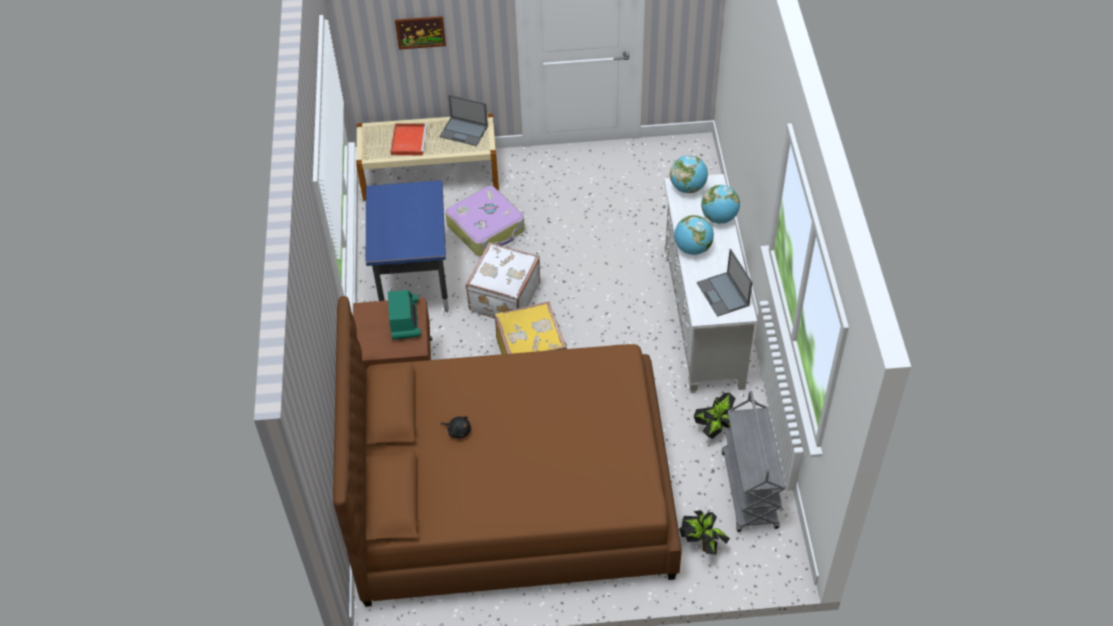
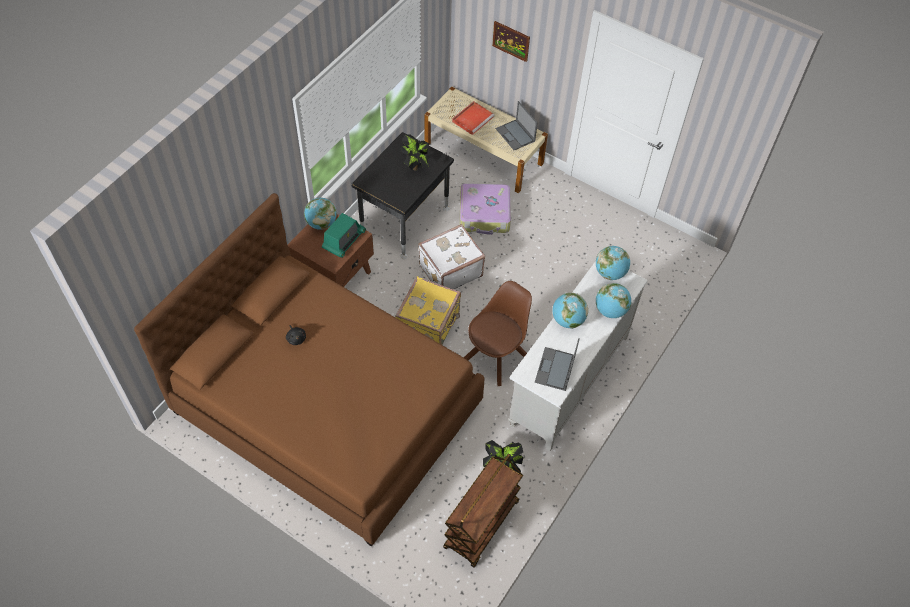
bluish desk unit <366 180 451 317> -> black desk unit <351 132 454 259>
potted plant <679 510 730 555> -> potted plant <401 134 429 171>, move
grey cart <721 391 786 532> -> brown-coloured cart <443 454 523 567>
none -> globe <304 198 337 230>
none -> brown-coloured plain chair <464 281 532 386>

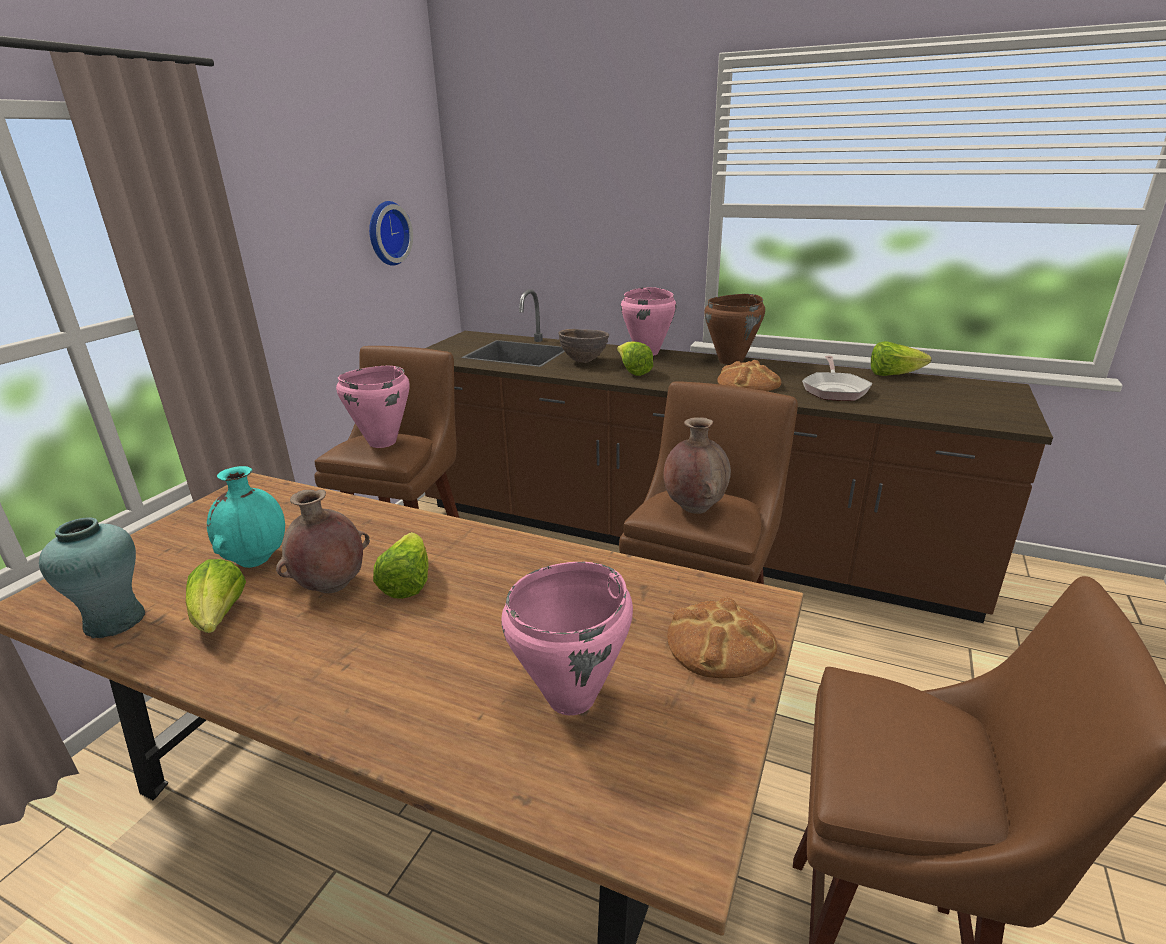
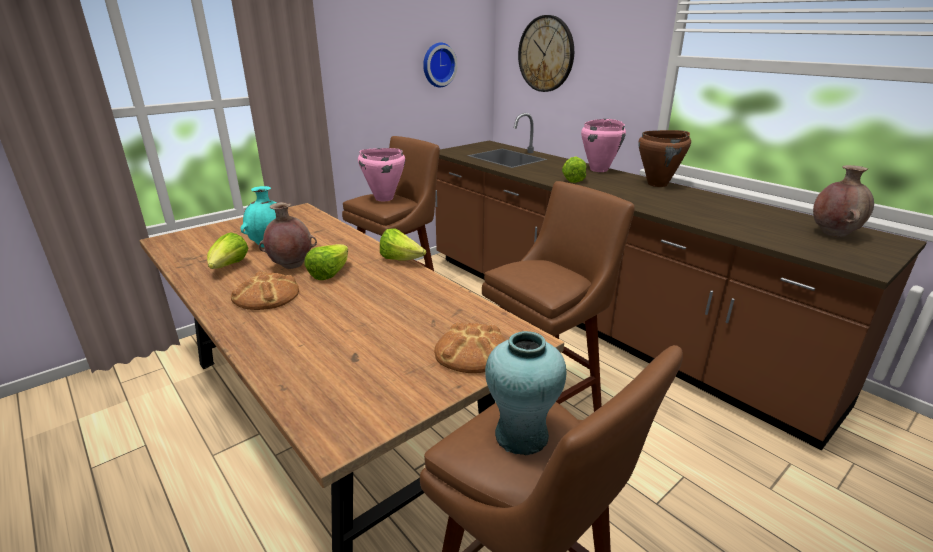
turquoise flower vase <39 517 145 638> -> turquoise flower vase <485 331 567 456>, move
pink saucepot <501 562 633 715> -> none
brown-coloured deep dish <559 329 609 363> -> none
brown-coloured flower vase <664 417 731 514> -> brown-coloured flower vase <813 165 874 238>, move
bread <717 360 781 391> -> bread <231 271 299 310>, move
frying pan <802 356 873 401> -> none
head of lettuce <871 341 932 376> -> head of lettuce <380 228 426 261>, move
none -> clock on the wall <518 15 574 92>

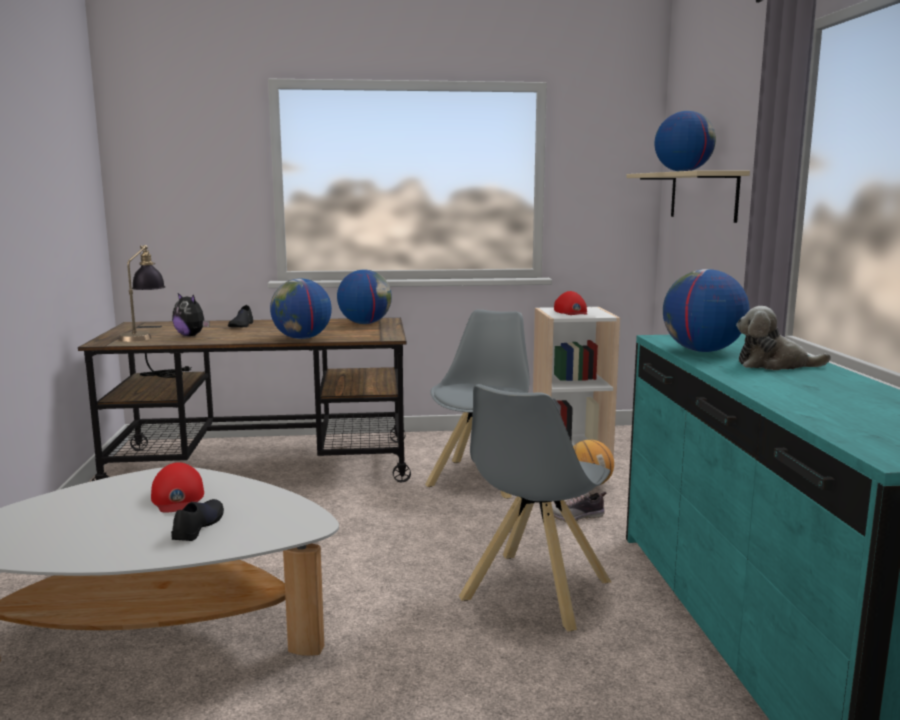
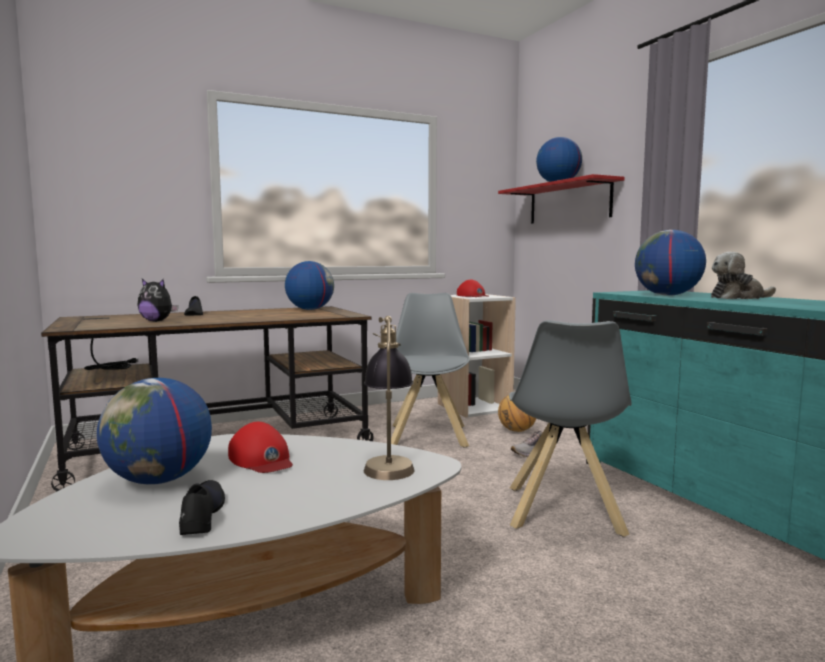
lamp for a table <118 245 165 342> -> lamp for a table <364 316 414 480>, move
black shoe <171 499 224 541> -> black shoe <179 480 225 535>, move
globe <270 279 332 339> -> globe <97 378 212 485>, move
sand-coloured bracket shelf <626 170 750 223> -> red bracket shelf <498 174 625 224>

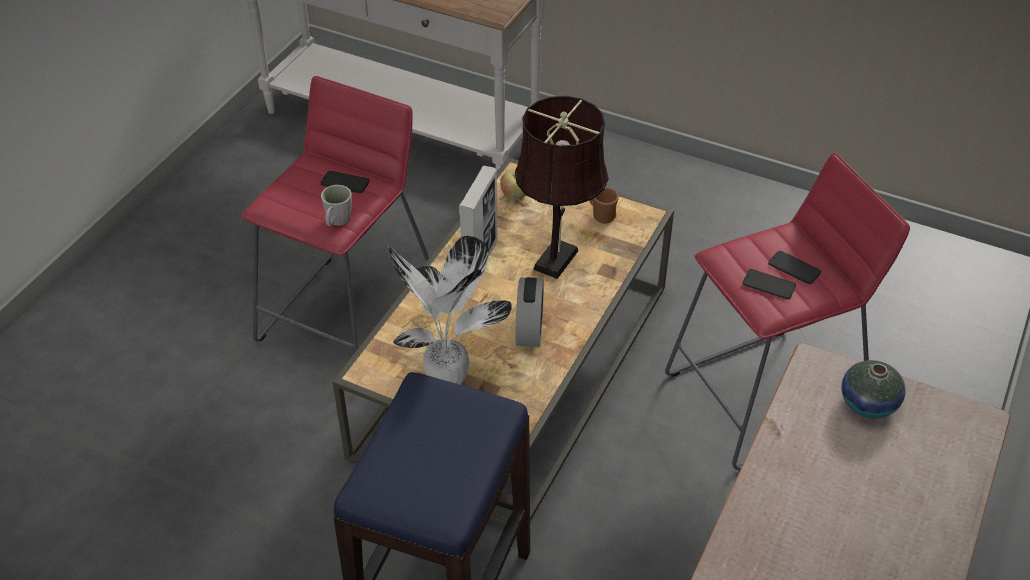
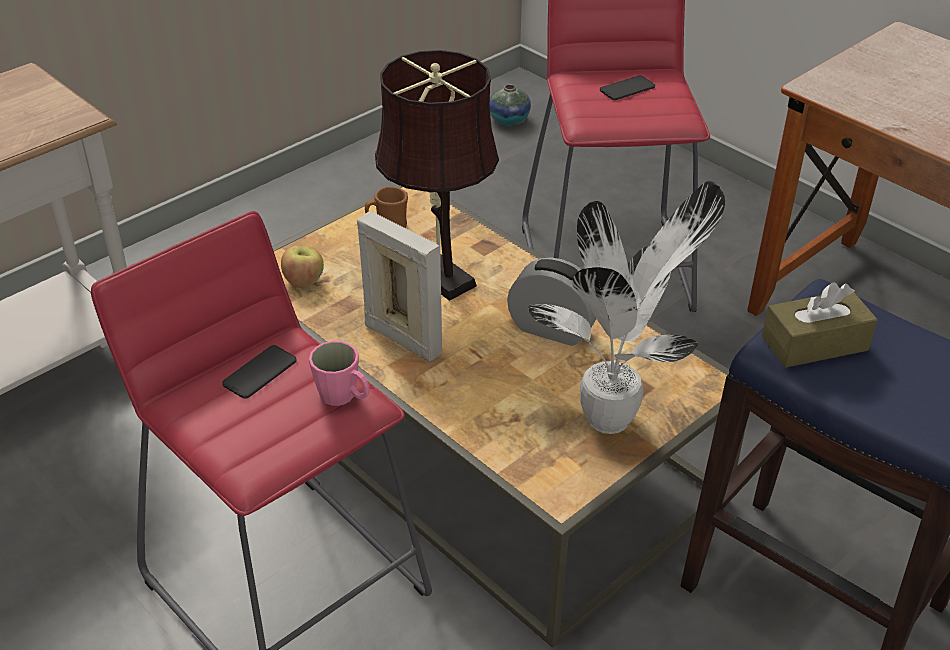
grey coffee mug <321 185 352 226> -> pink coffee mug <309 341 370 406>
telephone <742 269 796 299> -> none
flower vase <841 360 906 419> -> flower vase <489 84 531 125>, move
none -> brown-coloured box of tissues <762 282 878 368>

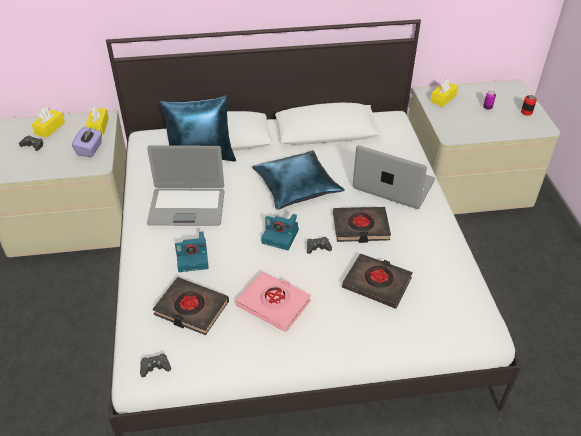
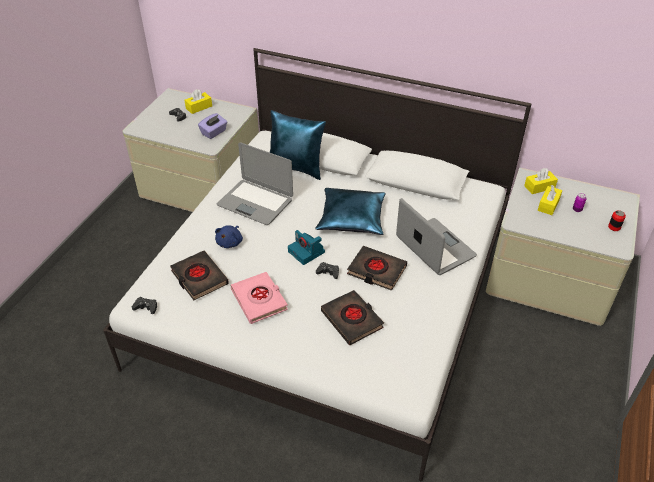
yellow-coloured box of tissues <86 106 109 135> -> yellow-coloured box of tissues <538 185 563 215>, move
still camera <175 231 209 272> -> bluish plush toy <215 225 243 248>

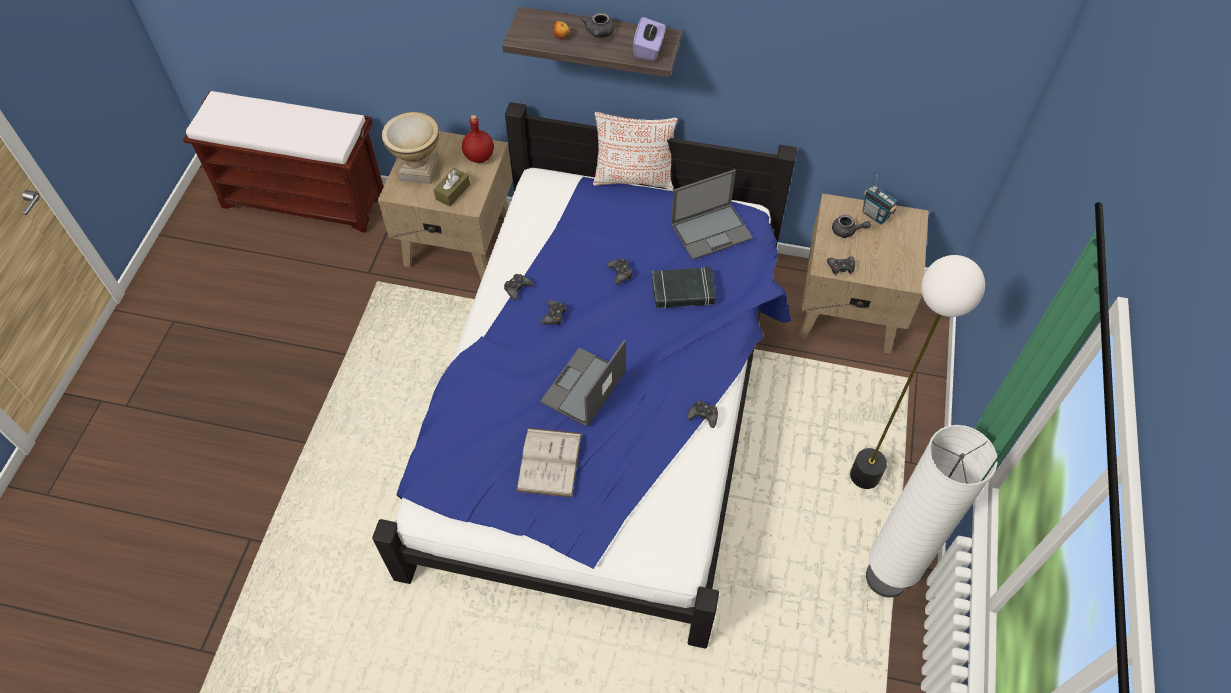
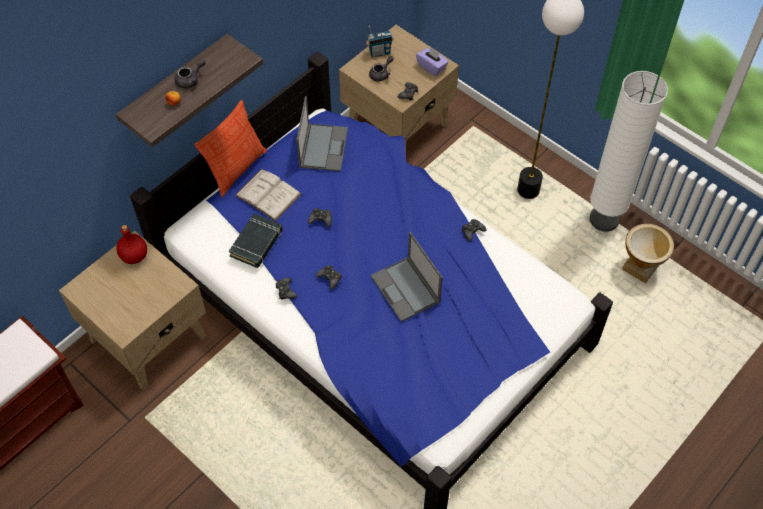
flower vase <382 112 439 184> -> flower vase <622 223 674 283>, move
brown-coloured box of tissues <434 168 470 206> -> none
white-coloured book <516 428 582 497> -> white-coloured book <235 169 301 221>, move
grey tea pot <581 12 614 38> -> grey tea pot <175 59 206 89>, 75 degrees counterclockwise
white-coloured throw pillow <593 112 677 190> -> orange throw pillow <195 100 267 197>
purple-coloured box of tissues <633 17 666 61> -> purple-coloured box of tissues <416 47 449 76>, move
black book <652 267 716 308> -> black book <229 213 283 268>, move

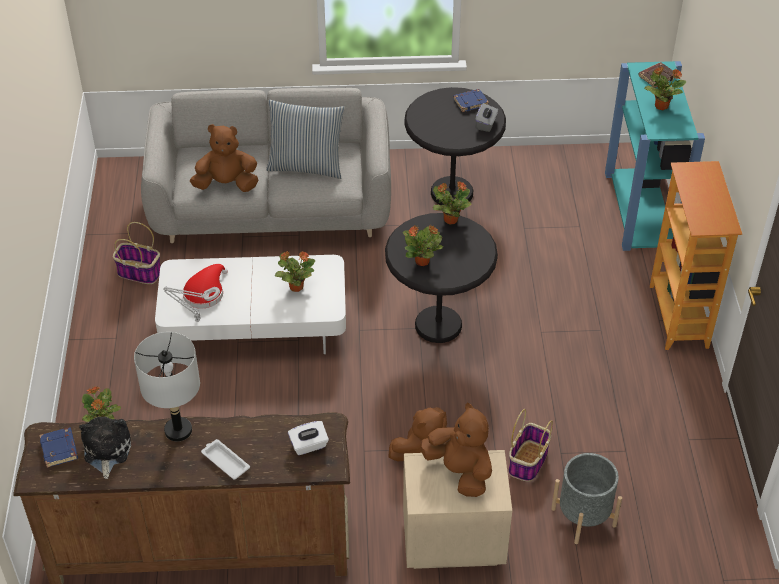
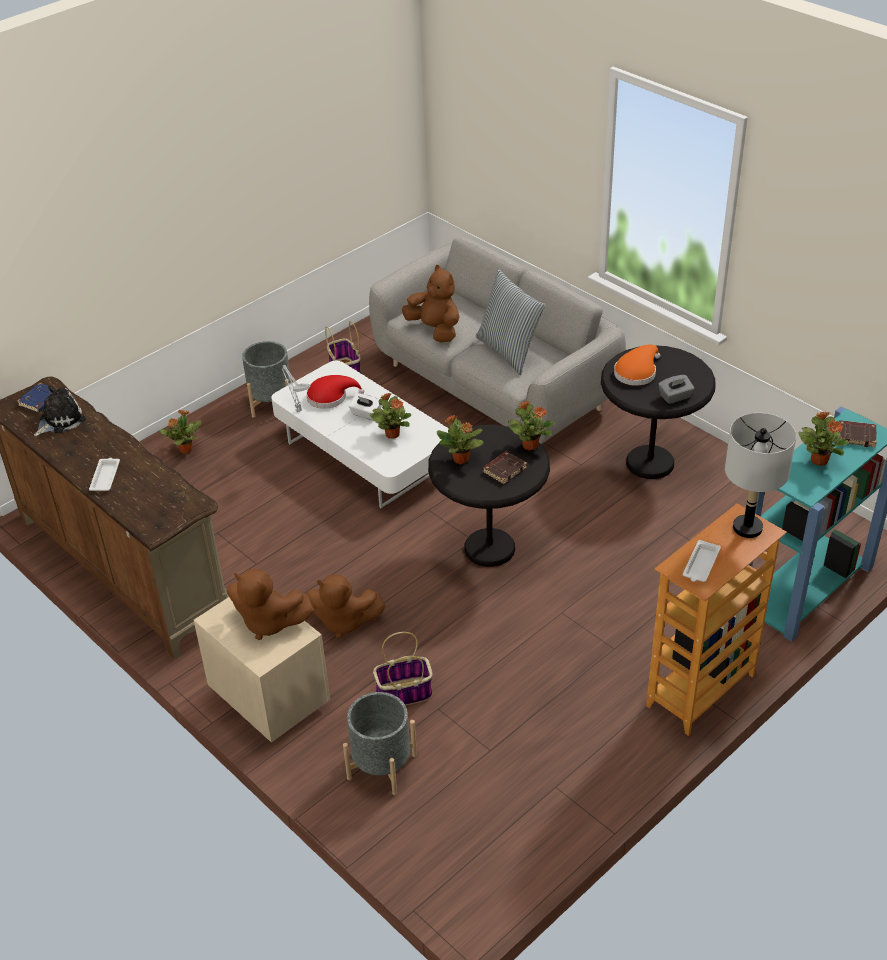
grey lamp for a table <134 332 200 441> -> grey lamp for a table <725 413 796 538>, move
white-coloured box of tissues <288 421 329 455> -> white-coloured box of tissues <349 393 382 420>, move
brown-coloured plush toy <421 403 492 497> -> brown-coloured plush toy <227 569 314 640>, 105 degrees clockwise
bluish book <453 89 489 112> -> none
none -> grey plant pot <242 341 291 417>
none -> brown-coloured book <482 451 527 484>
none -> orange hat <614 344 660 386>
none -> white-coloured serving tray <683 540 721 582>

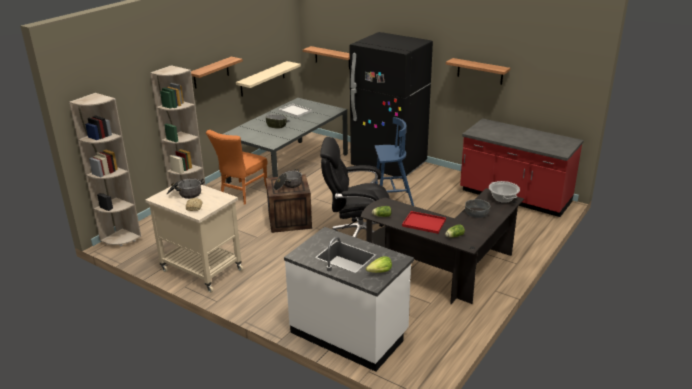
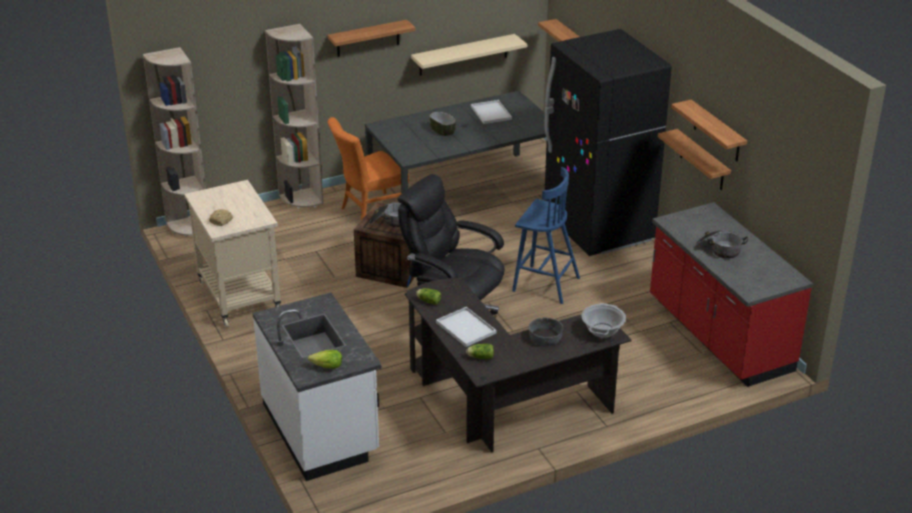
saucepot <167 178 205 199> -> saucepot <697 231 748 259>, move
red serving tray <402 211 446 234> -> white-coloured serving tray <436 307 497 347>
none -> bracket shelf <658 129 731 190>

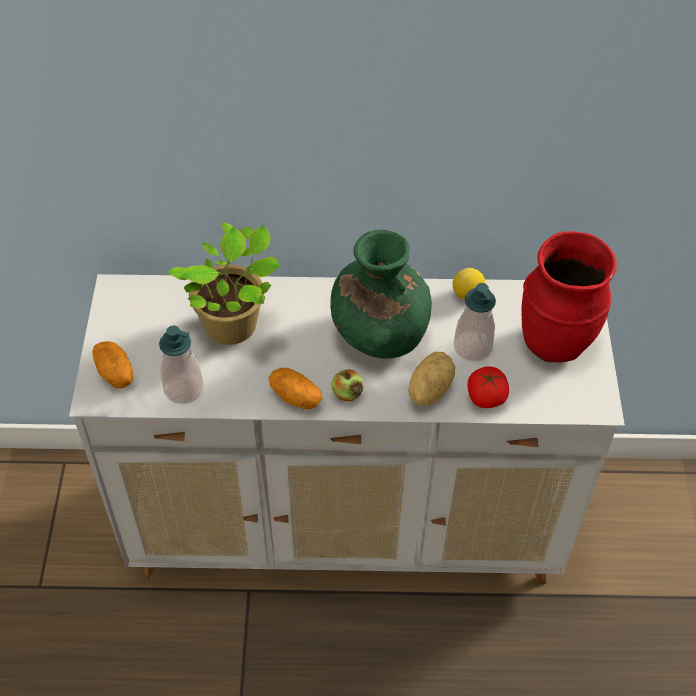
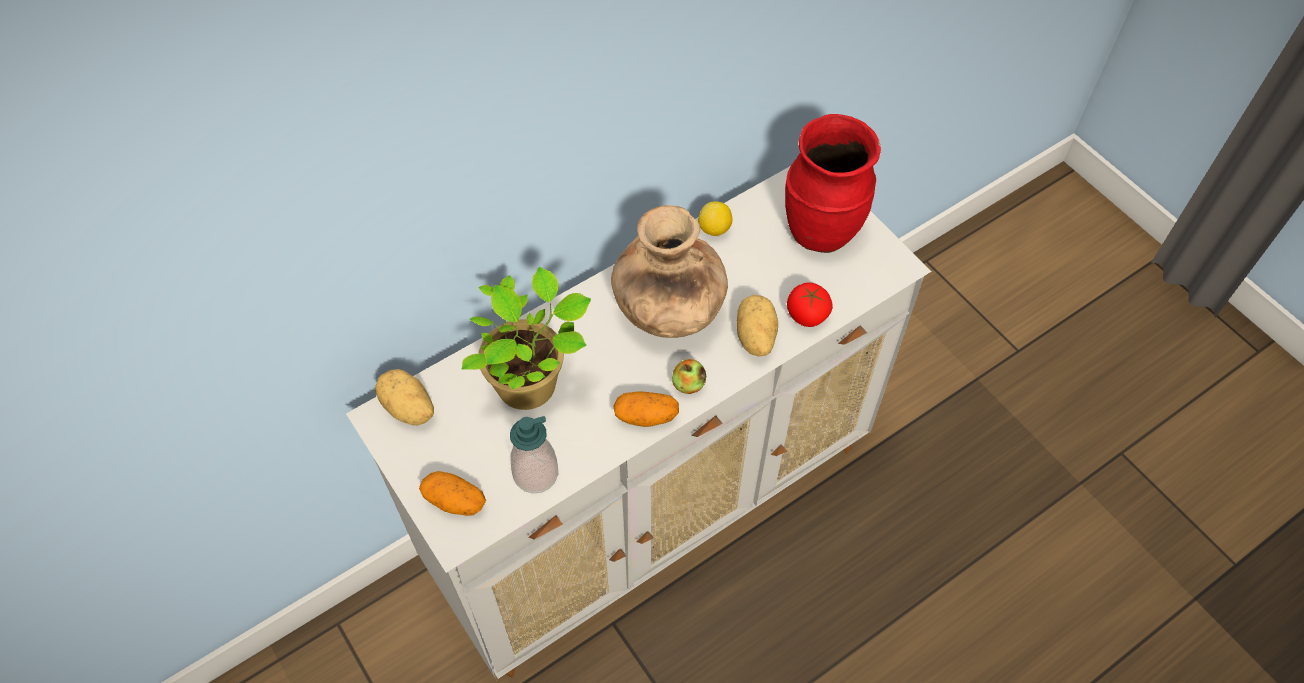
green flower vase <330 230 432 359> -> brown-coloured flower vase <611 205 728 338>
liquid soap bottle <454 283 496 361> -> none
none -> whole potato <375 369 434 425>

